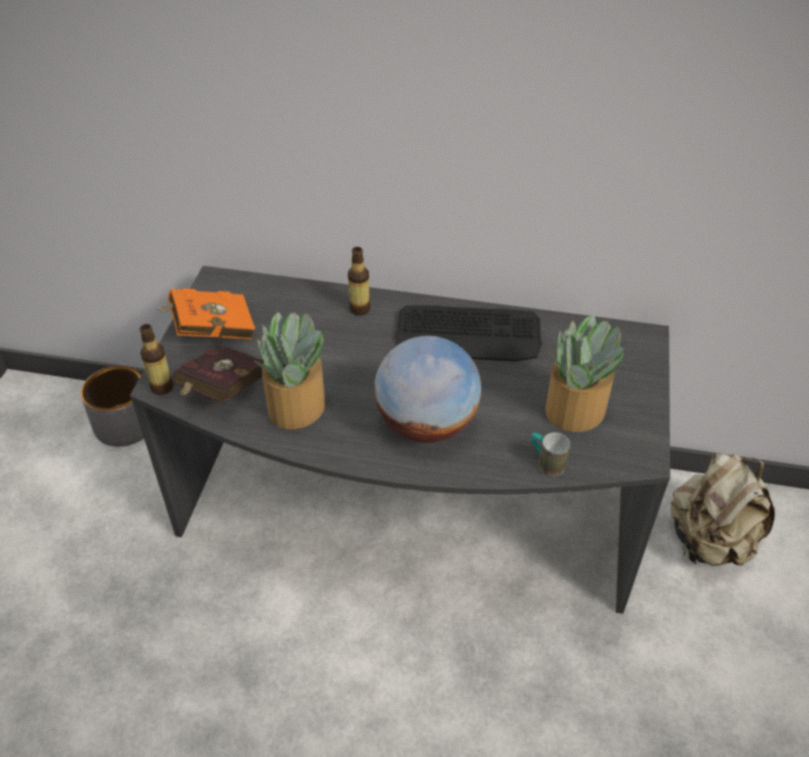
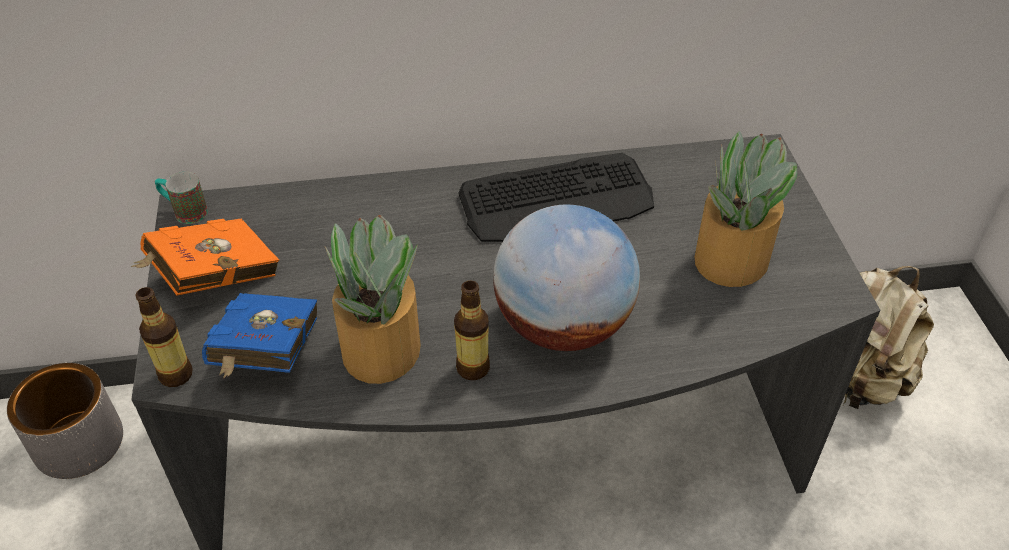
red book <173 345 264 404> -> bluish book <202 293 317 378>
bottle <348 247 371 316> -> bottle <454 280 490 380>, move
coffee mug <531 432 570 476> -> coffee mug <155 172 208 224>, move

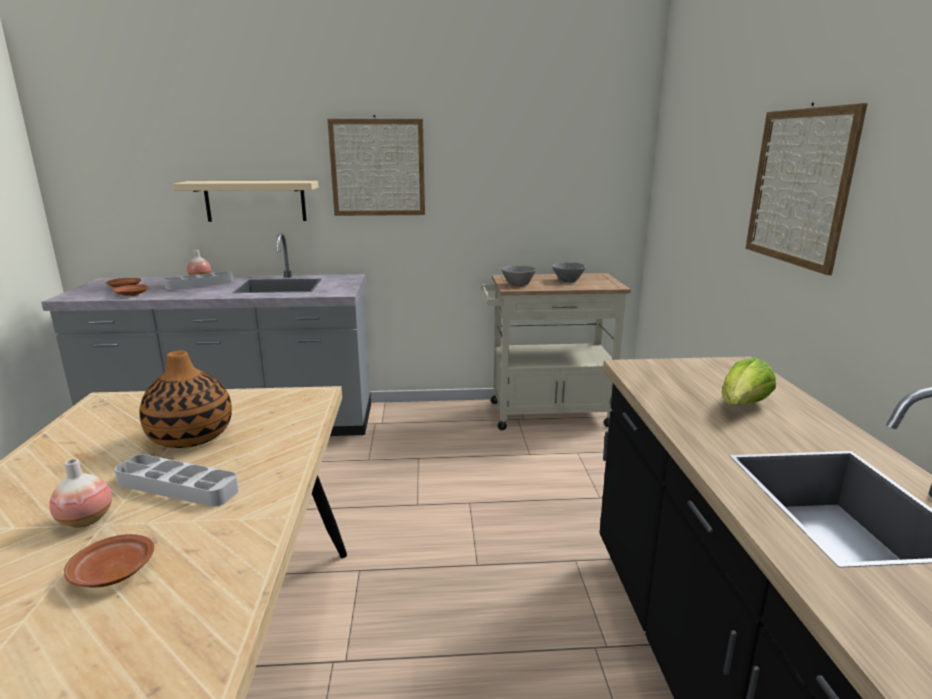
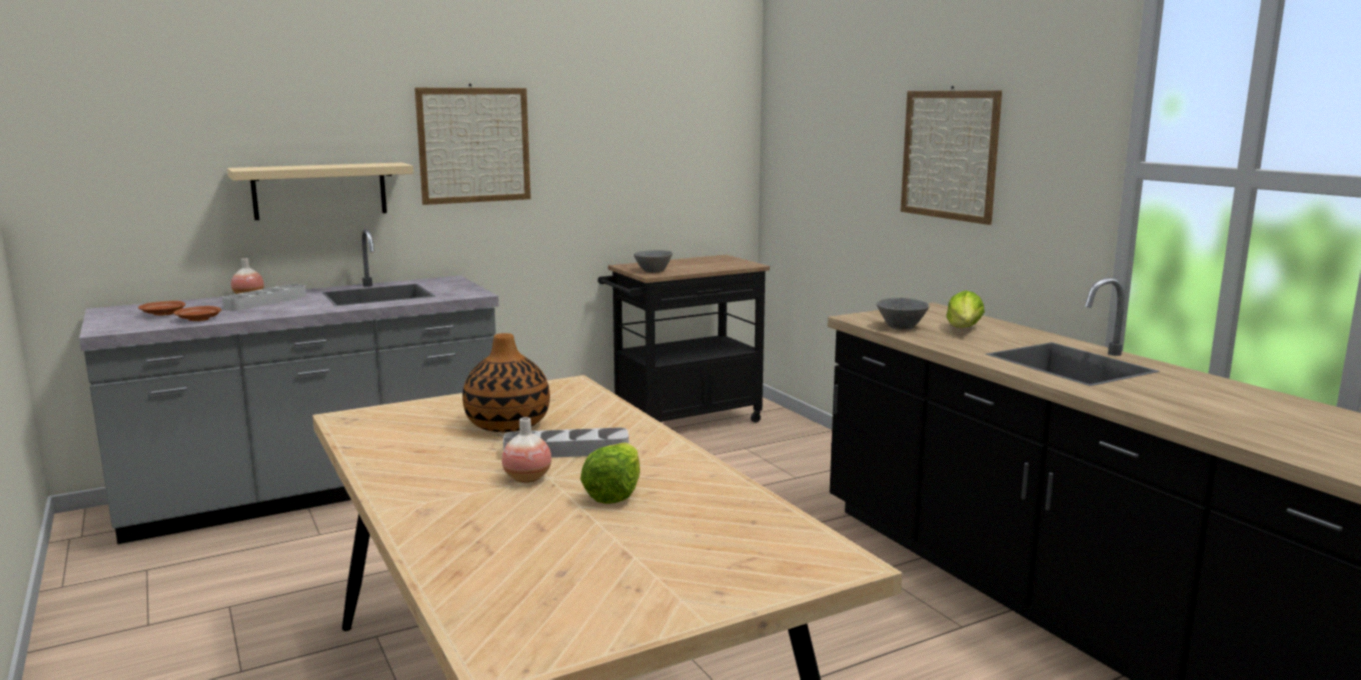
brown-coloured plate <64 534 154 588> -> head of lettuce <580 442 640 504>
sand-coloured cart <481 273 631 430> -> black cart <598 255 770 423>
grey deep dish <552 262 586 283> -> grey deep dish <876 298 929 330>, move

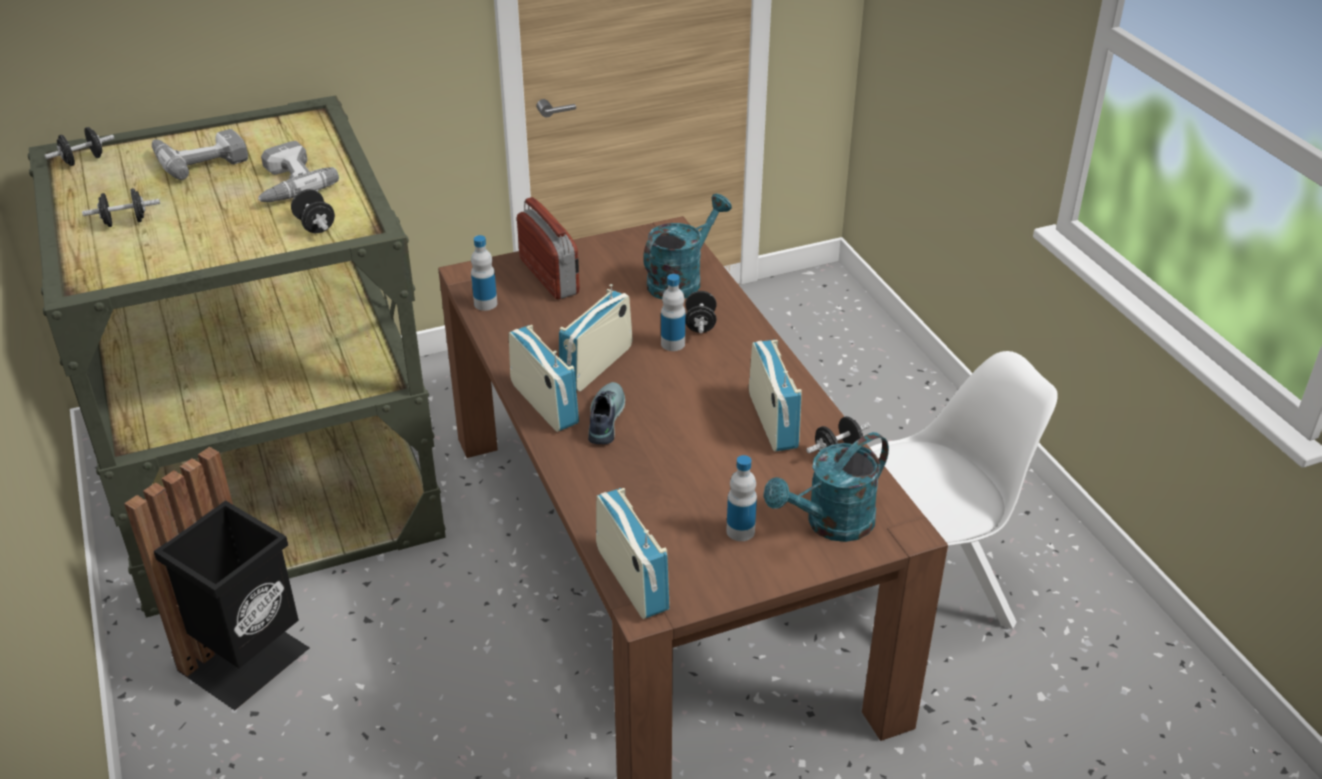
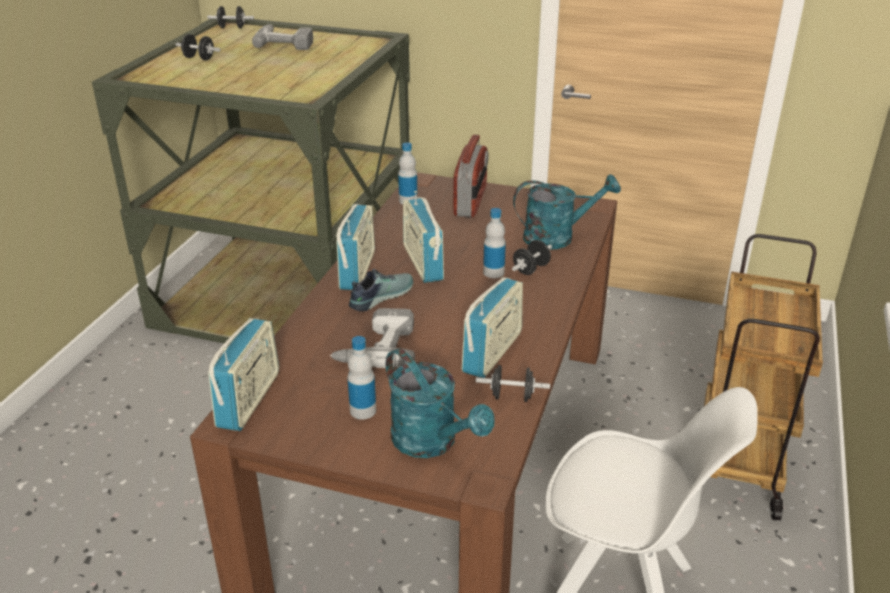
black waste bin <124 447 310 710> -> none
power drill <258 141 339 202> -> power drill <330 308 415 368>, move
black free weight <291 189 335 233> -> none
radio set <559 284 633 391> -> radio set <403 191 444 283>, 90 degrees counterclockwise
turquoise sprinkling can <763 432 889 542> -> turquoise sprinkling can <386 348 495 458>, 135 degrees counterclockwise
none -> brown-coloured cart <698 234 823 520>

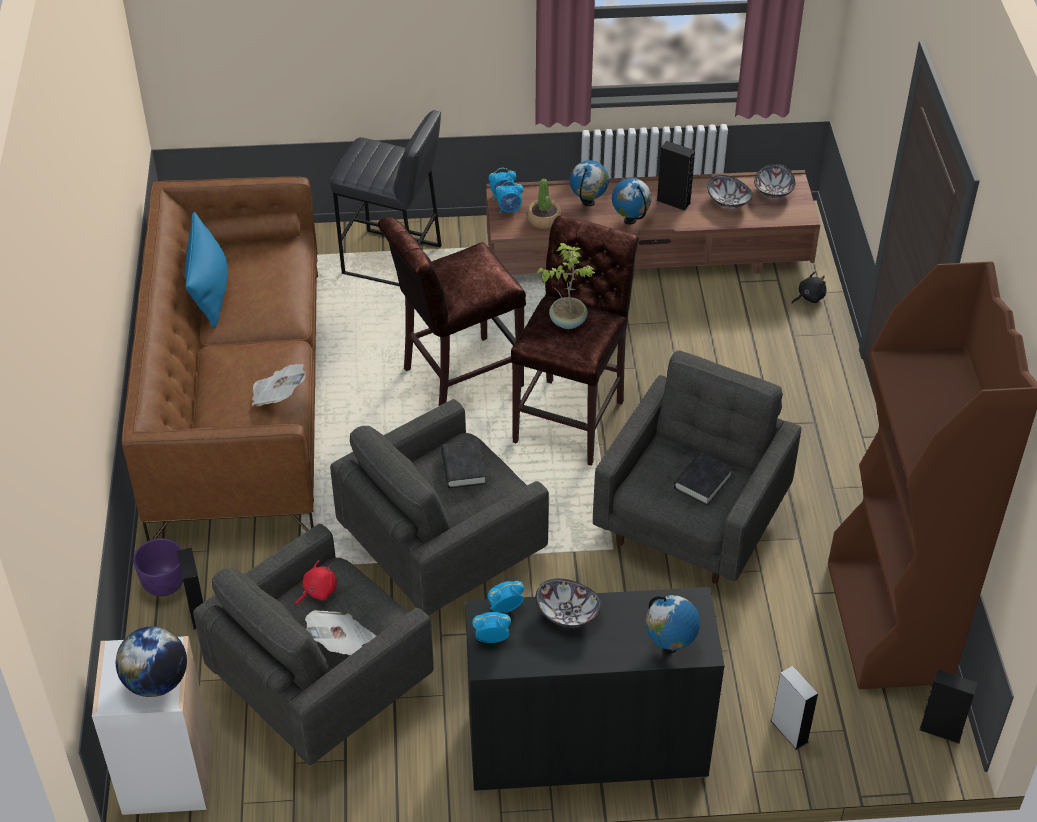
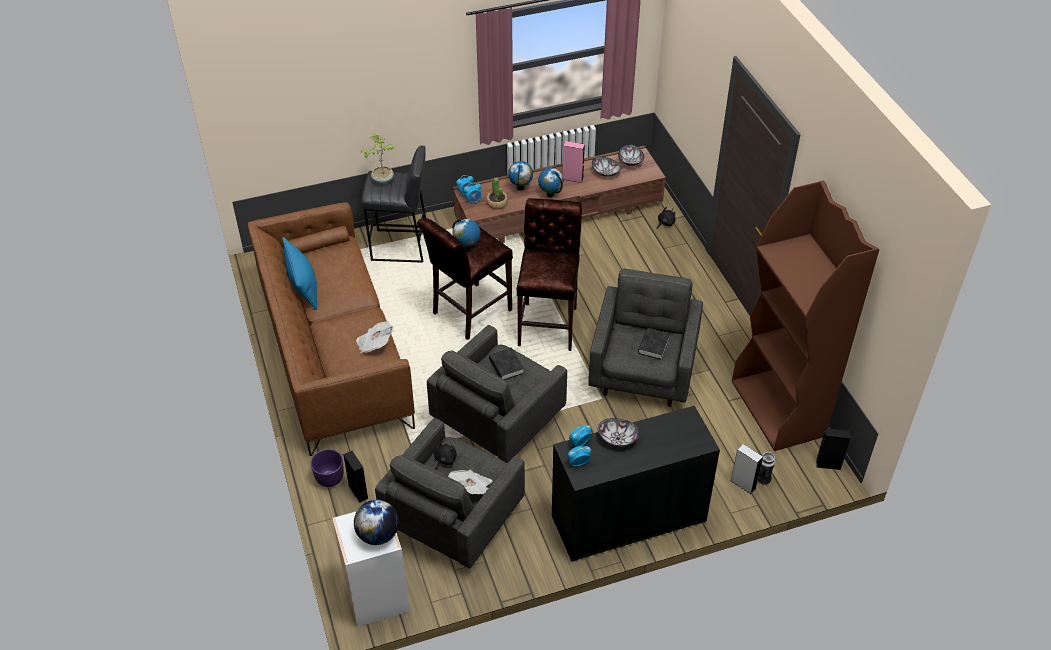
red plush toy <295 560 337 605> -> black plush toy <434 441 457 469>
potted plant <536 243 595 329> -> potted plant <361 133 394 185>, move
globe <645 595 700 654> -> globe <452 219 480 252>, move
black audio speaker <656 141 695 211> -> pink audio speaker <562 141 585 183>
none -> flower vase <758 452 775 485>

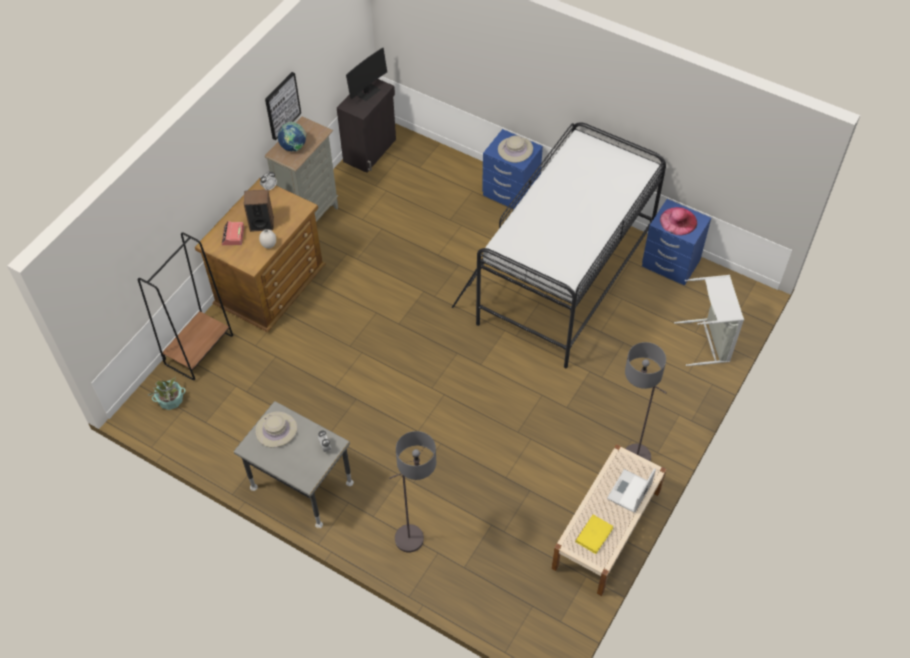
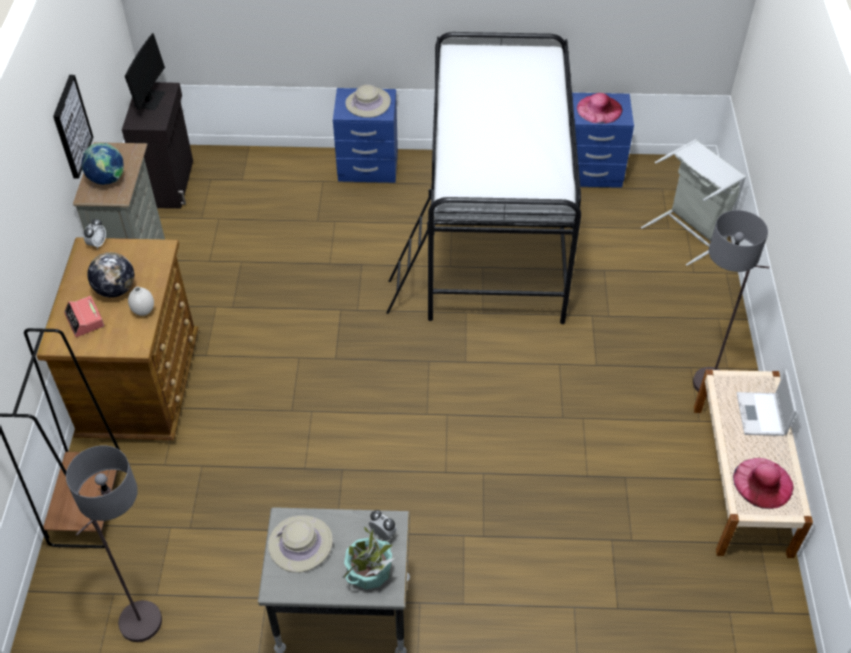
potted plant <147 378 185 410> -> potted plant <343 523 394 589>, move
audio speaker <244 190 274 232> -> globe <87 252 134 298>
grey standard lamp <389 431 436 553> -> grey standard lamp <66 445 162 642>, move
yellow-coloured book <575 515 613 554> -> pink hat <733 458 793 509>

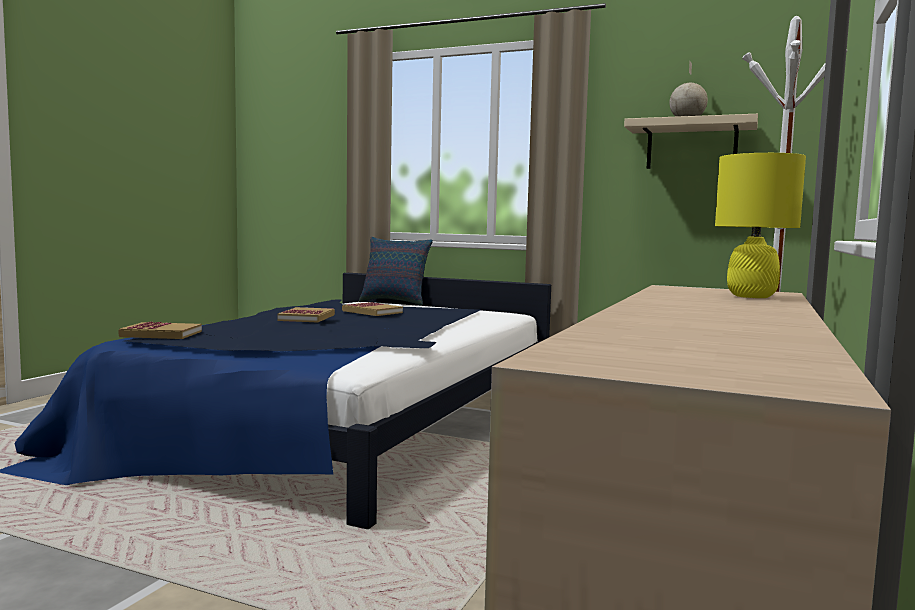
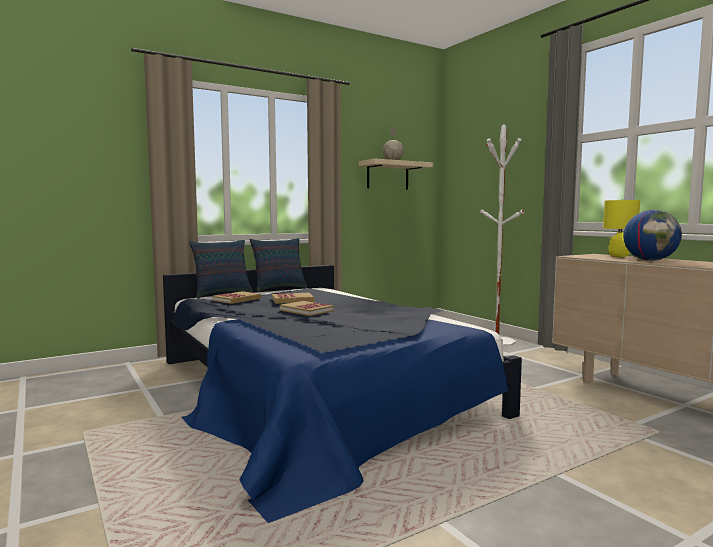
book <118 322 202 339> -> book <212 291 261 304>, move
none -> bluish throw pillow <250 238 307 293>
none -> globe <623 210 682 261>

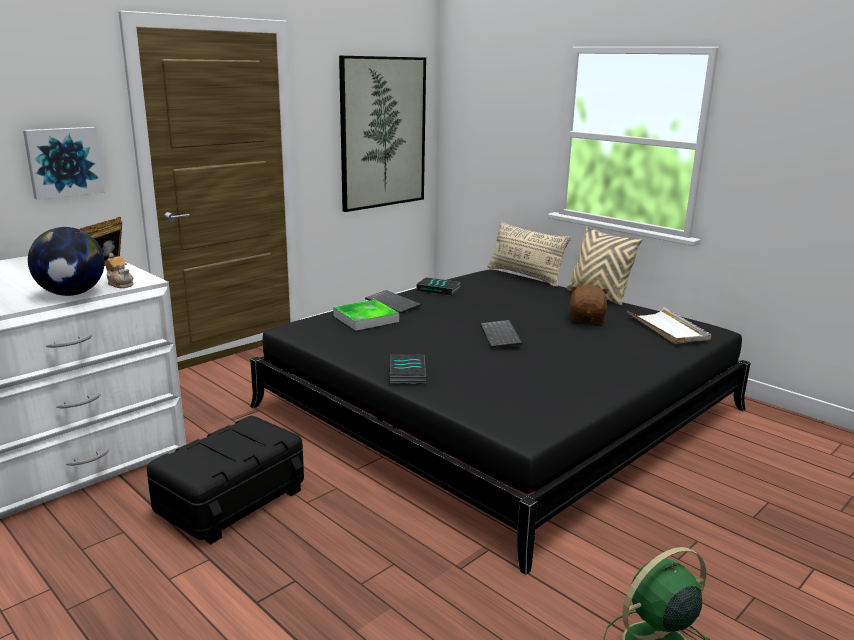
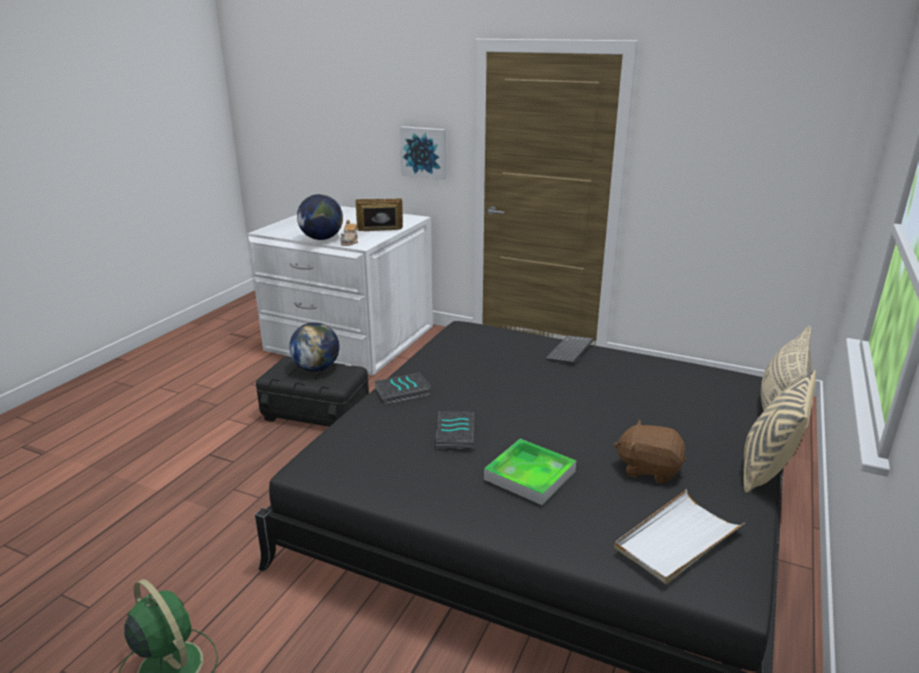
serving tray <333 300 399 331> -> serving tray <484 439 576 505>, move
wall art <339 56 426 212> -> none
book <417 277 461 296> -> book <436 411 474 450>, move
PC keyboard <480 320 522 348> -> none
brown-coloured plush toy <570 284 609 324> -> brown-coloured plush toy <614 420 686 484>, 150 degrees counterclockwise
none -> globe <289 322 340 372>

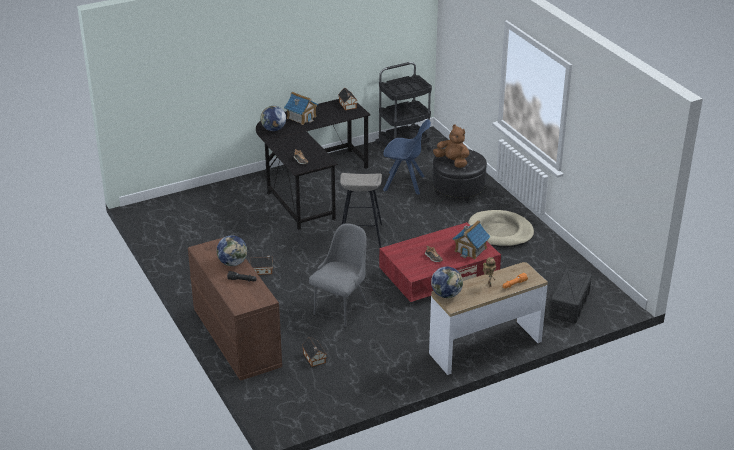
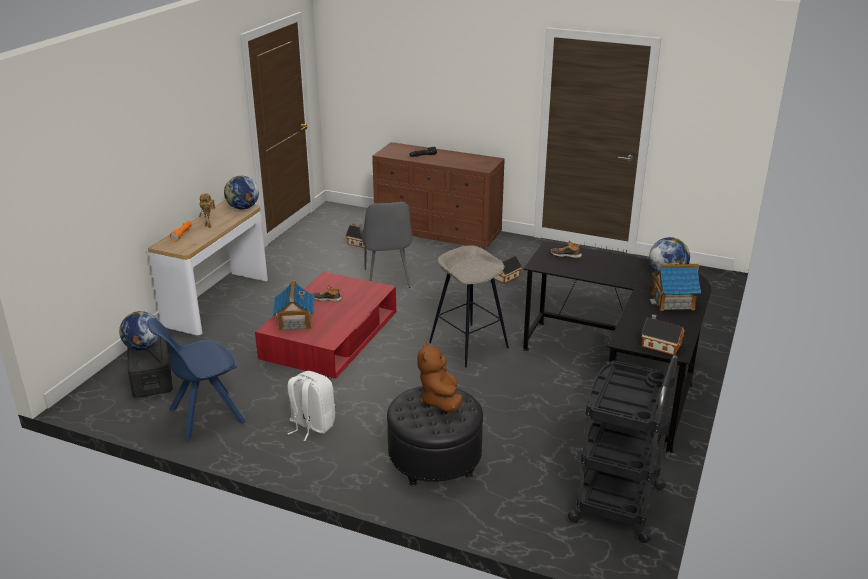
globe <217 235 247 266> -> globe <119 311 160 350>, move
bluish plain chair <383 120 431 195> -> bluish plain chair <147 318 245 441>, move
brown-coloured plush toy <433 124 469 168> -> brown-coloured plush toy <417 341 463 413>, 90 degrees clockwise
sand-coloured dog cushion <468 210 534 247> -> white-coloured rucksack <288 371 335 441>

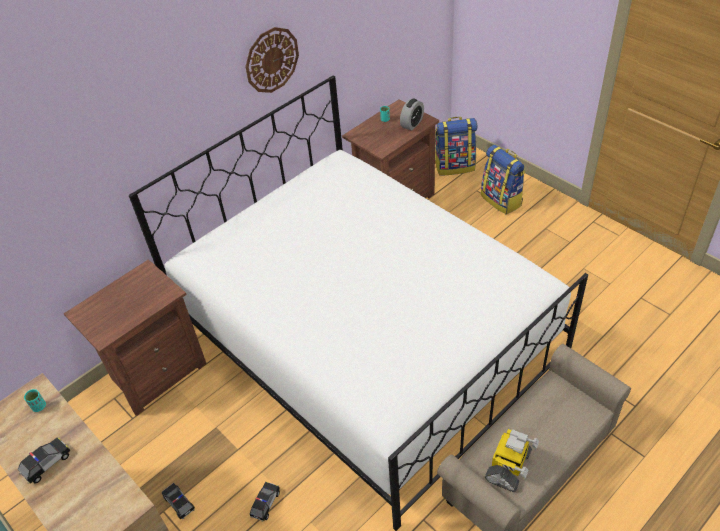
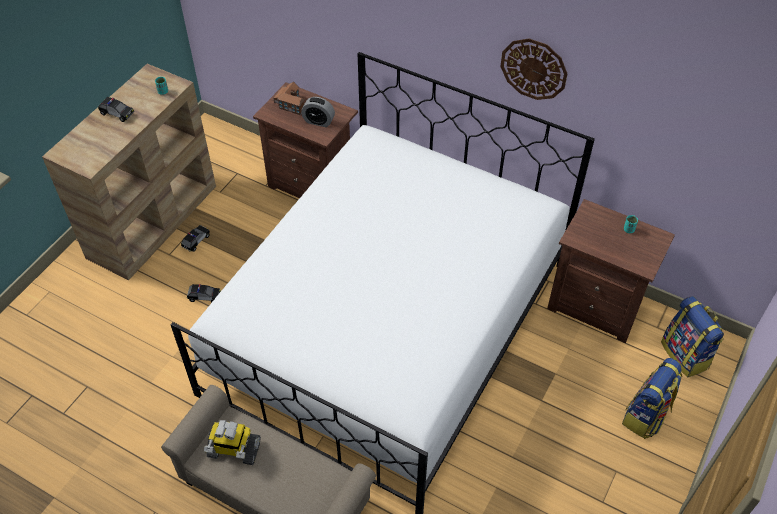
alarm clock <400 98 424 131> -> alarm clock <301 97 335 127>, move
none -> model house <274 82 305 115>

